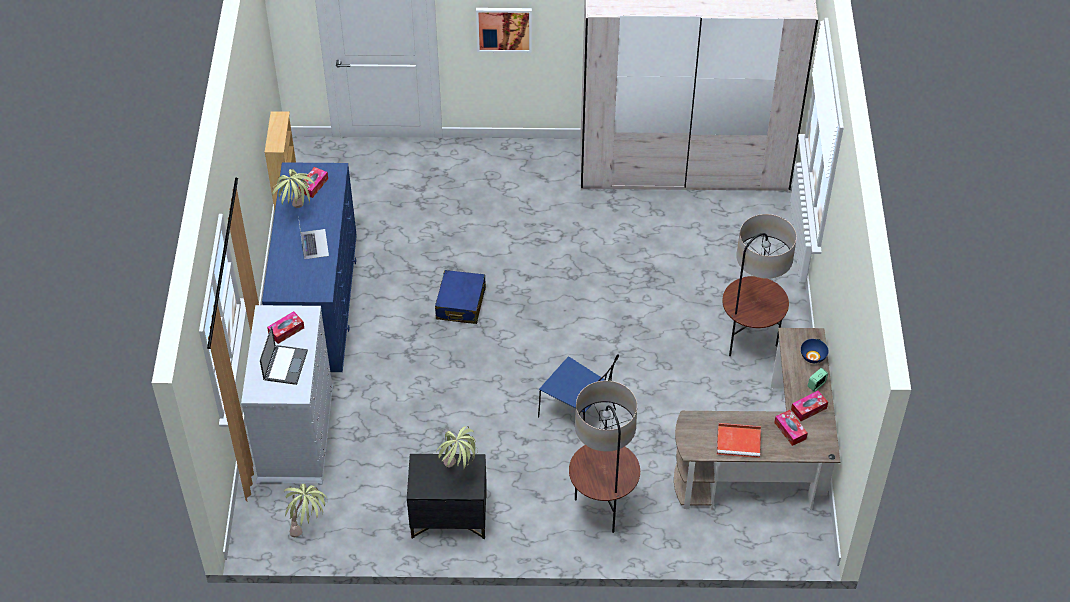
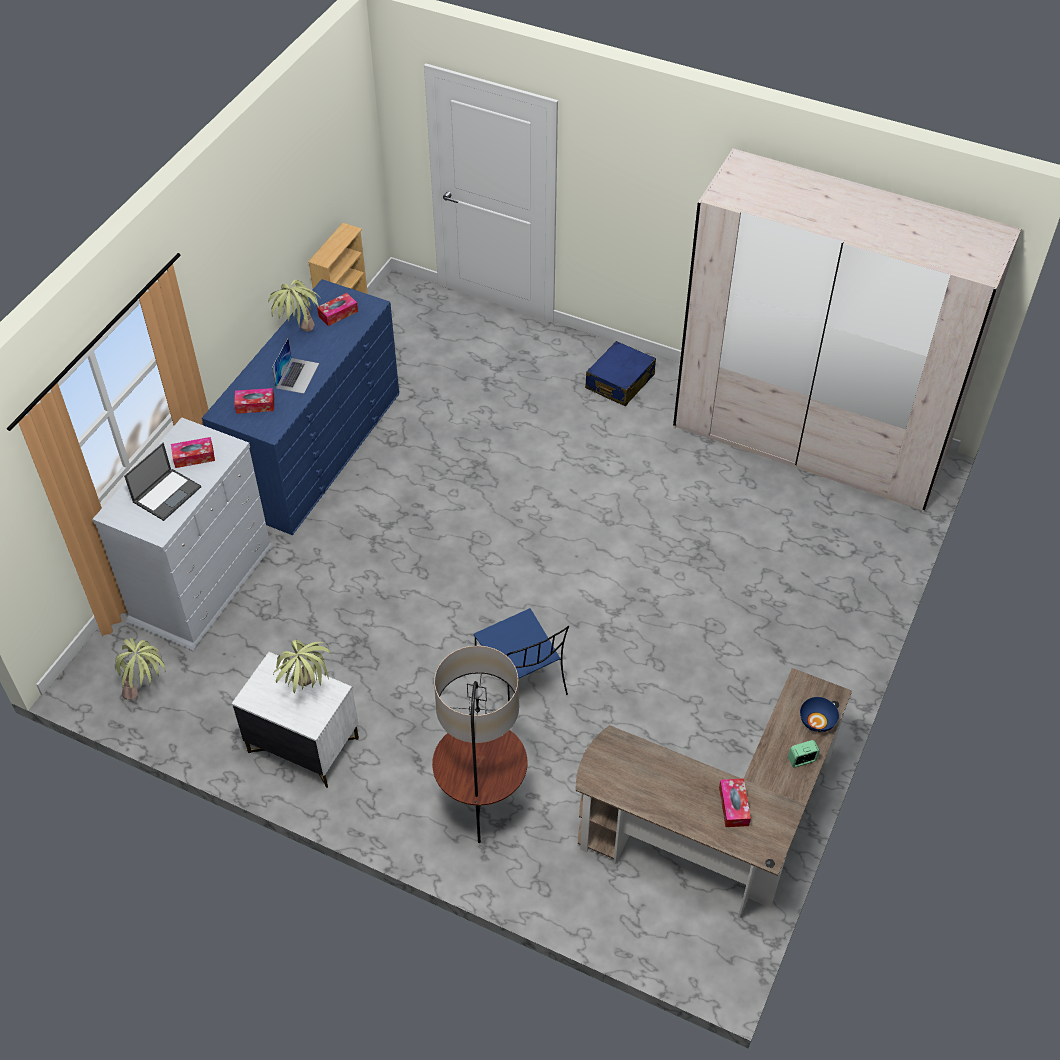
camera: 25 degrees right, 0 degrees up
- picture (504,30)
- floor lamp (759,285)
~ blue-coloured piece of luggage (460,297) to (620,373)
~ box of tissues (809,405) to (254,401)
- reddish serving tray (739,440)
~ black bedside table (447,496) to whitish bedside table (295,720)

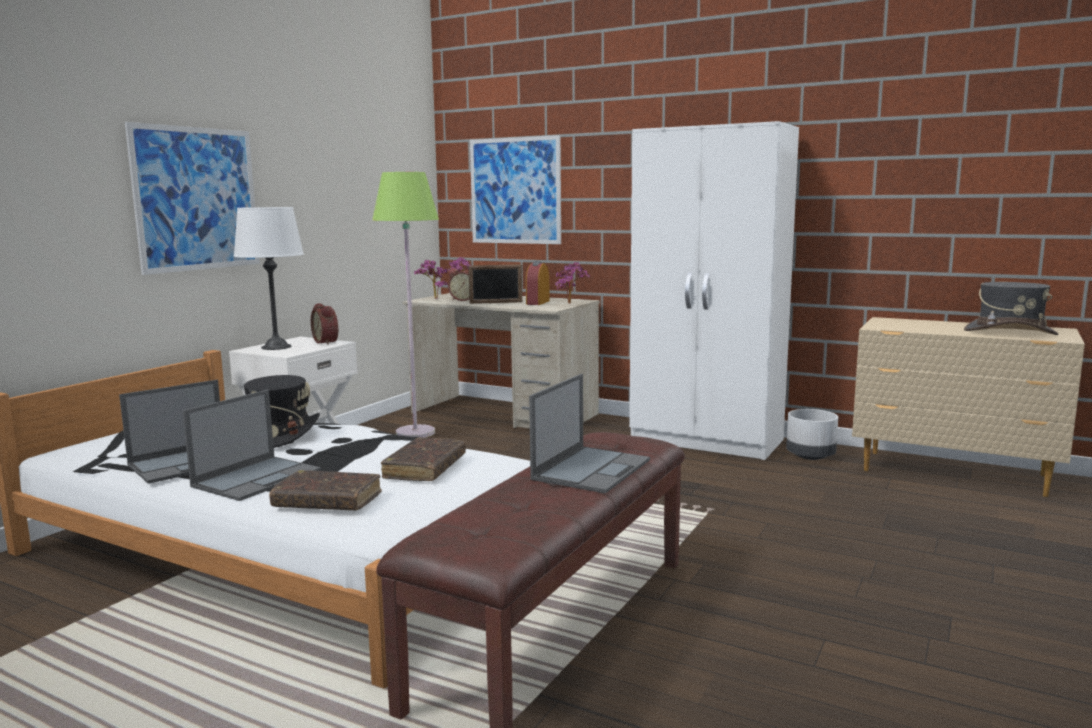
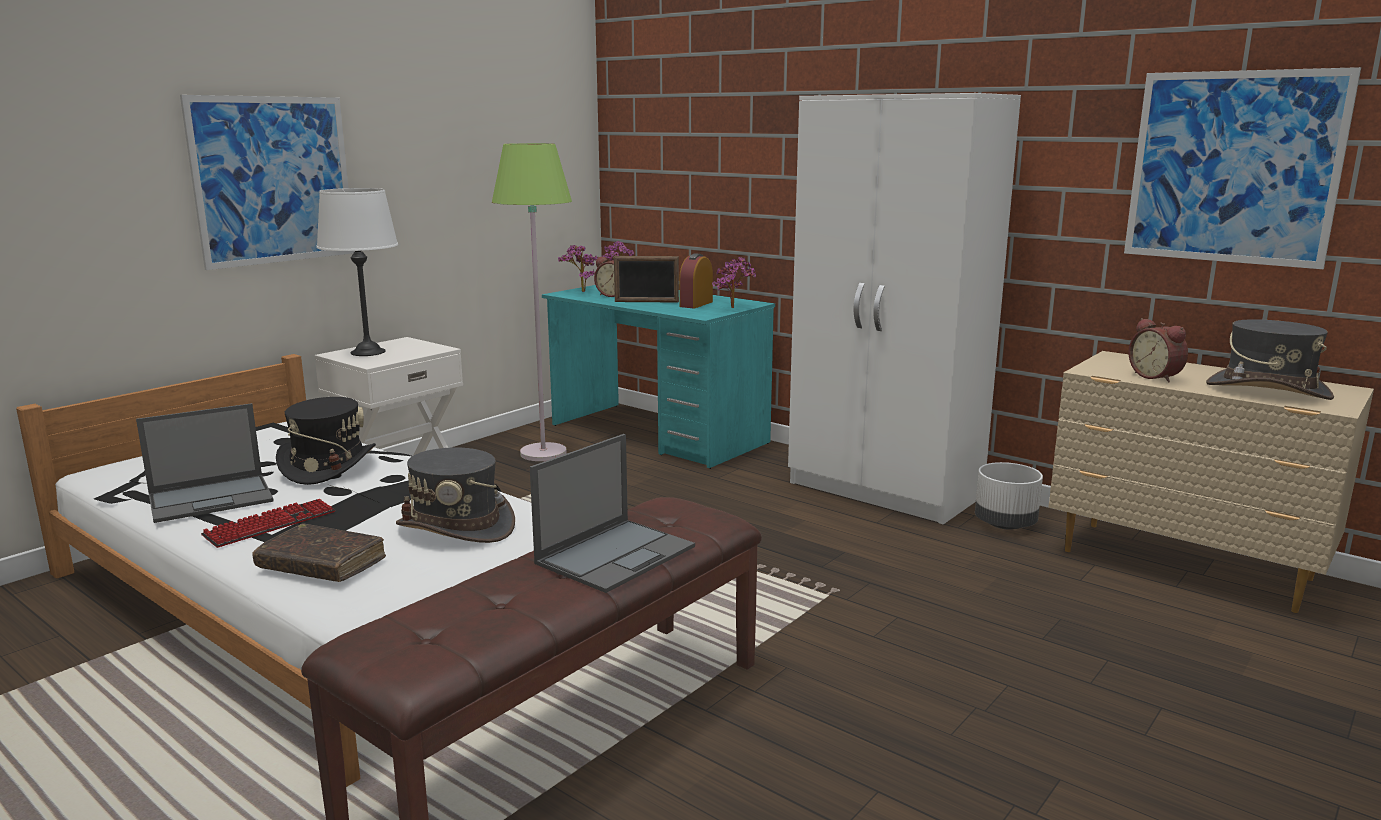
camera: 10 degrees right, 5 degrees up
~ picture (515,189) to (1242,168)
~ sand-coloured desk table (501,361) to blue-green desk table (658,377)
~ bedside clock (324,324) to (1158,350)
~ laptop (252,445) to PC keyboard (268,523)
~ brownish bound book (423,459) to grey clothing hat (455,495)

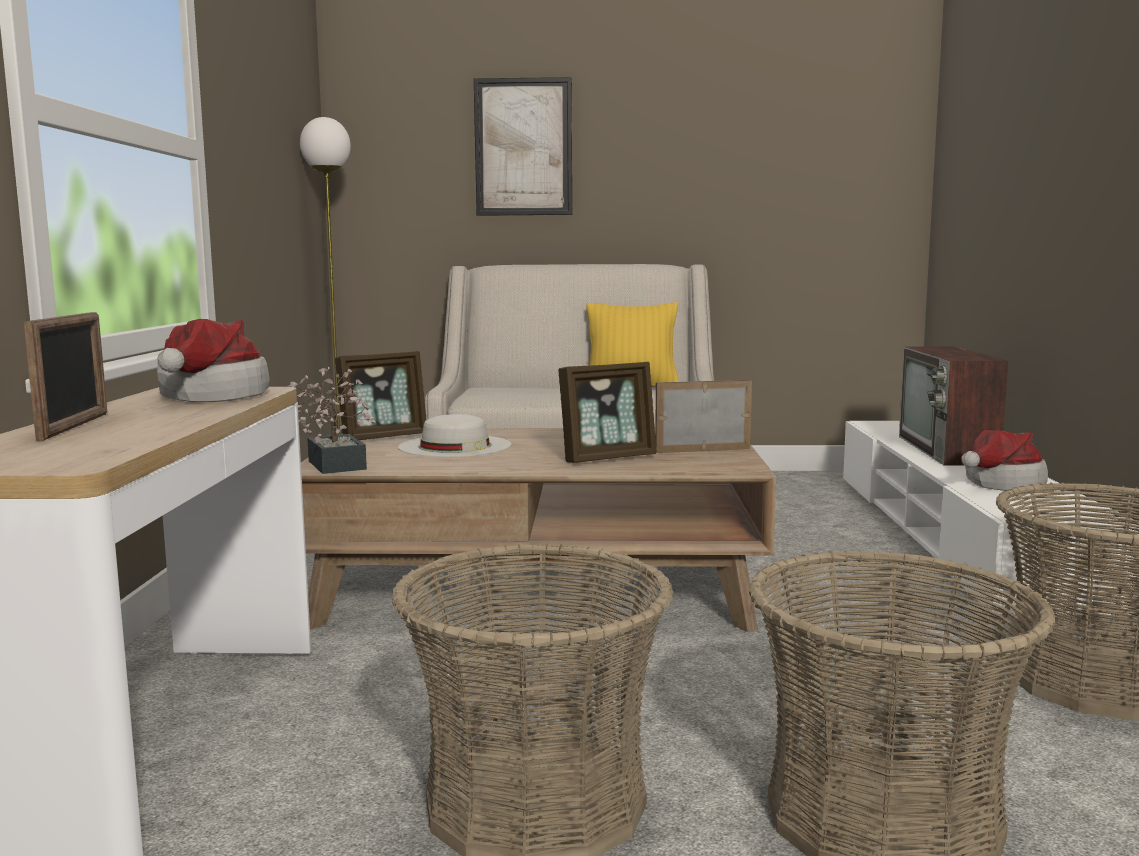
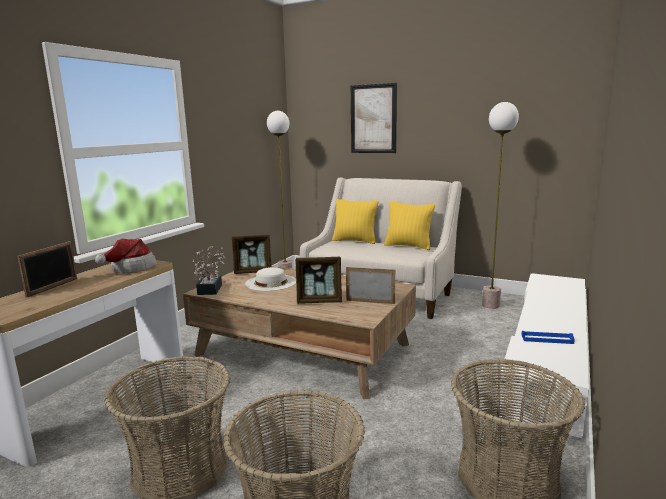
camera: 25 degrees right, 5 degrees up
- TV (953,406)
~ clothing hat (1004,460) to blue-coloured serving tray (548,337)
+ floor lamp (500,205)
+ yellow cushion (355,221)

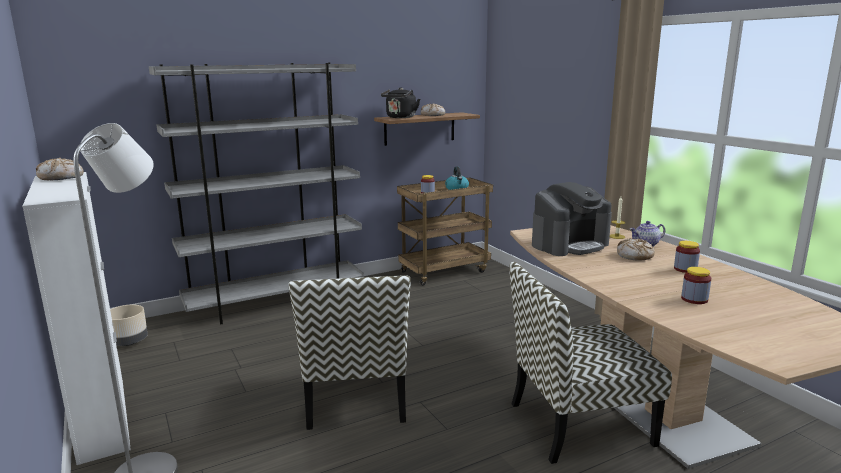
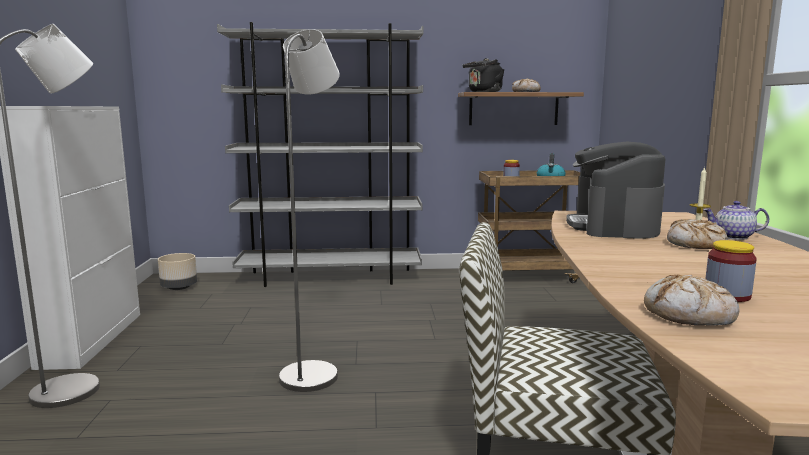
camera: 25 degrees right, 5 degrees down
~ bread (60,169) to (691,299)
~ coffee maker (572,219) = (615,190) 105 degrees clockwise
- preserve jar (687,257)
~ plain chair (350,353) to grey floor lamp (309,210)

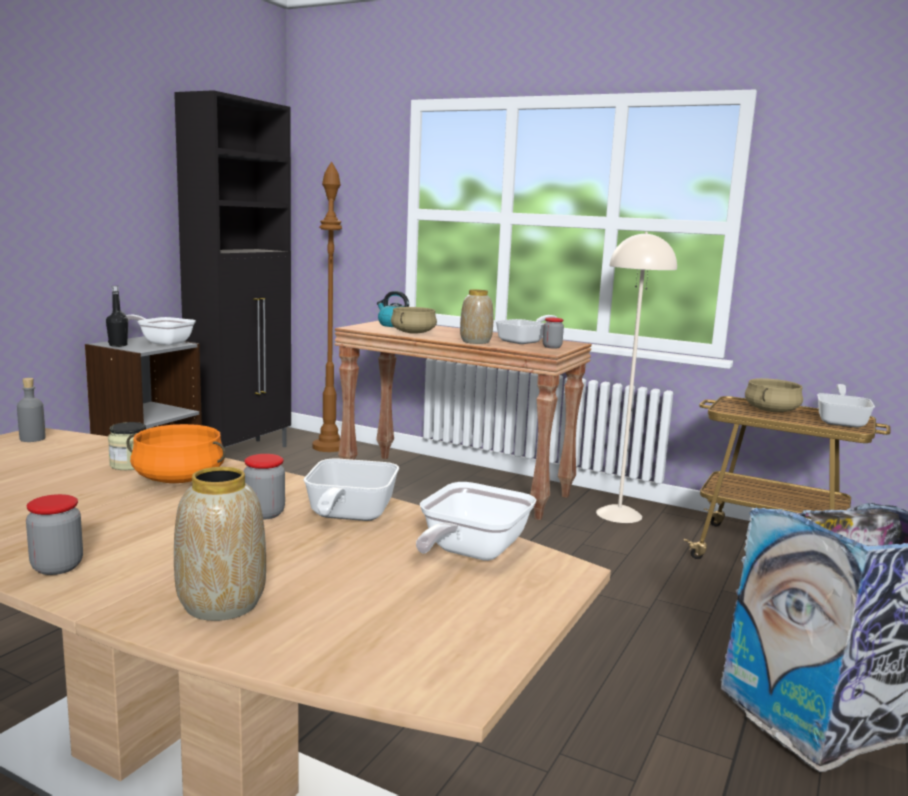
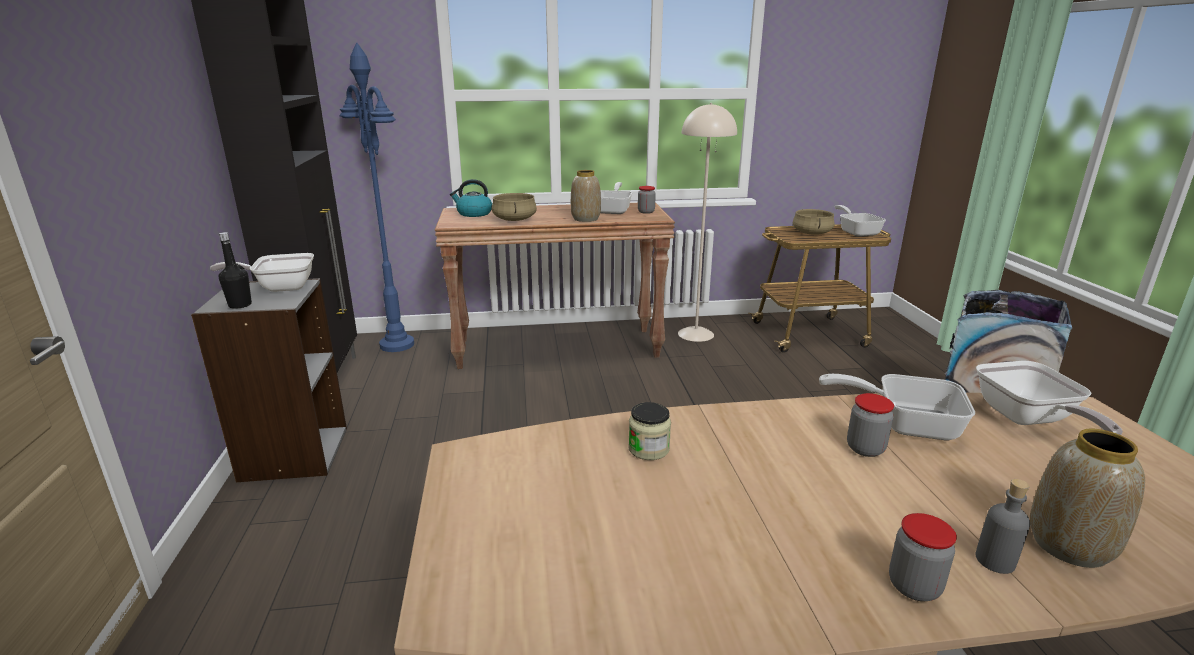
camera: 35 degrees left, 10 degrees up
~ brownish floor lamp (327,307) to blue-coloured floor lamp (376,197)
~ grey bottle (31,410) to (1002,526)
- orangey cooking pot (176,453)
~ pan (351,489) = (897,407) 135 degrees clockwise

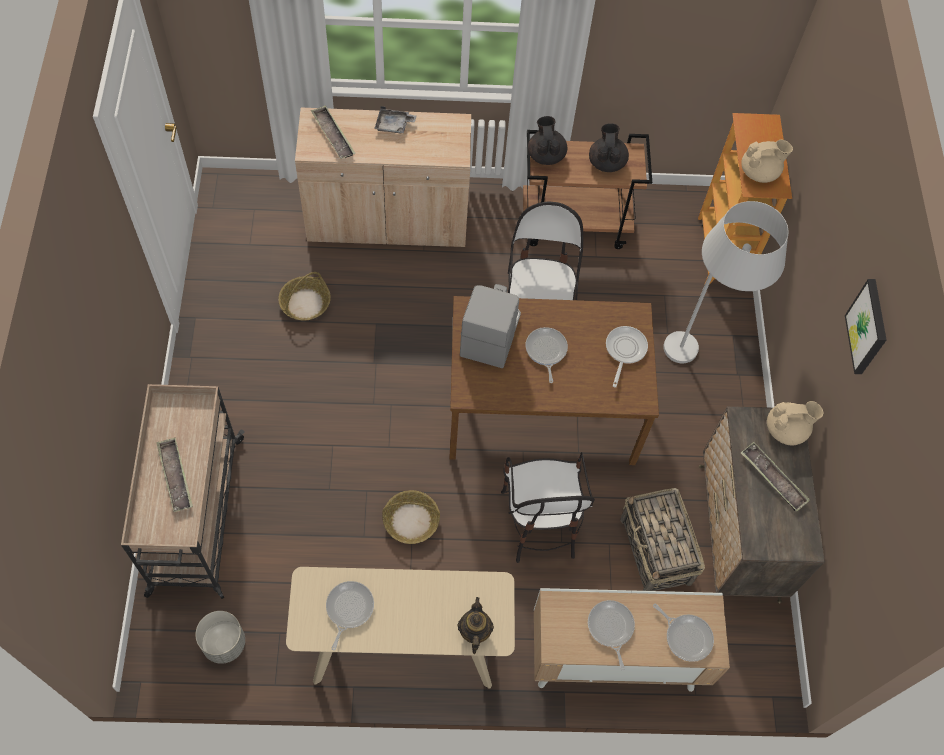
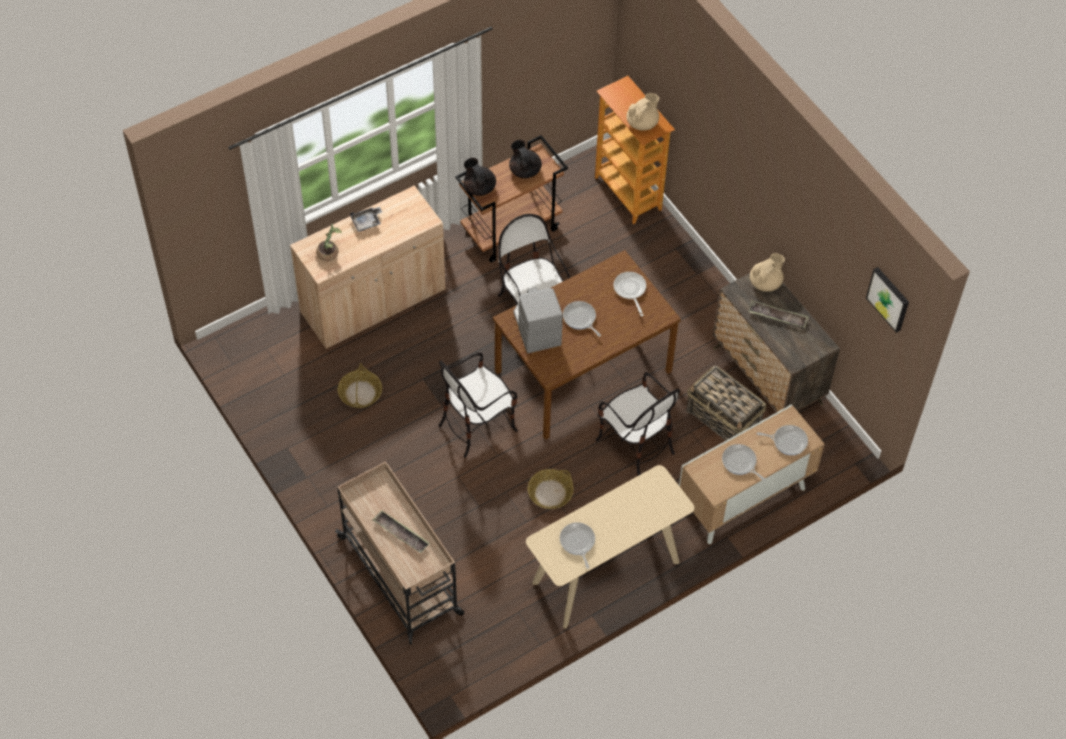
camera: 30 degrees left, 5 degrees down
~ serving tray (333,132) to houseplant (329,242)
- whitish floor lamp (726,282)
~ picture (866,326) to (887,300)
- tea pot (475,625)
- grey plant pot (220,637)
+ plain chair (478,405)

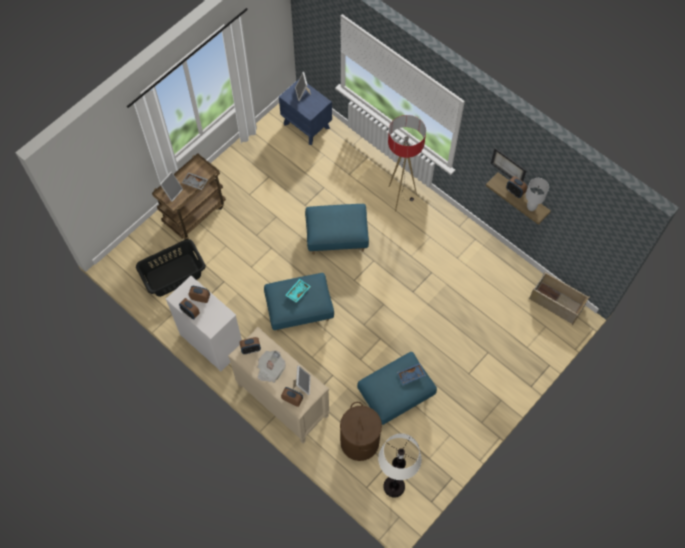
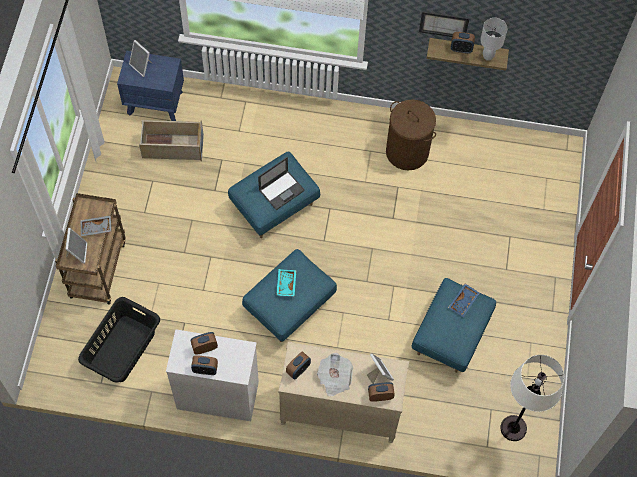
camera: 35 degrees left, 0 degrees up
- floor lamp (407,163)
~ sand-coloured storage container (559,298) to (171,140)
~ brownish washing basket (361,431) to (411,134)
+ laptop (281,183)

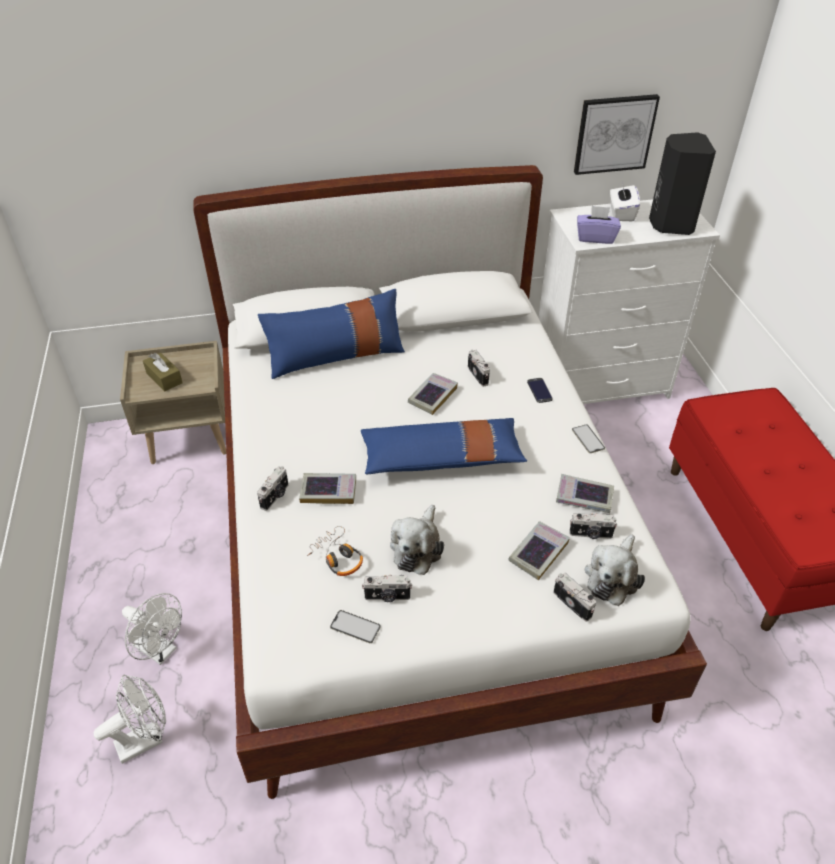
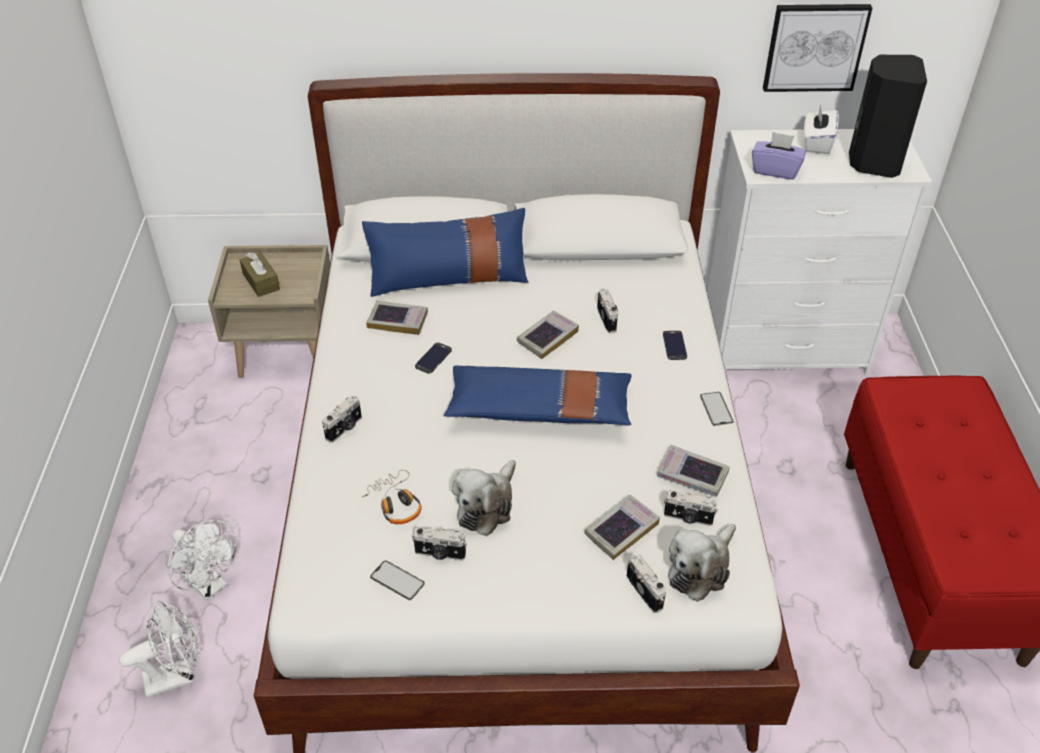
camera: 10 degrees right, 0 degrees up
~ bound book (327,488) to (397,318)
+ handset (433,358)

